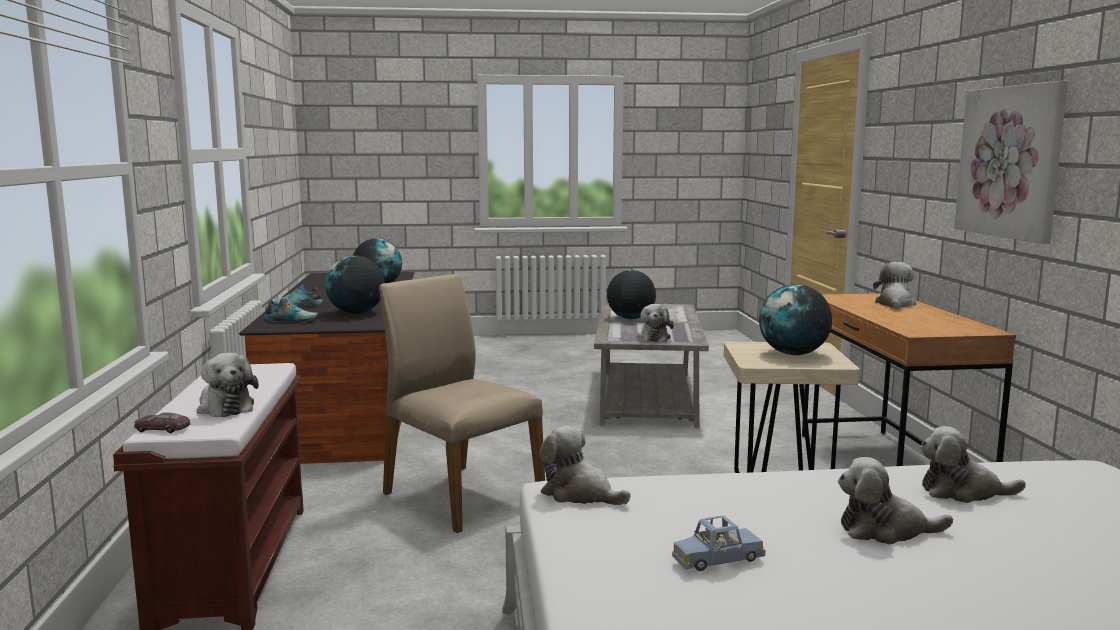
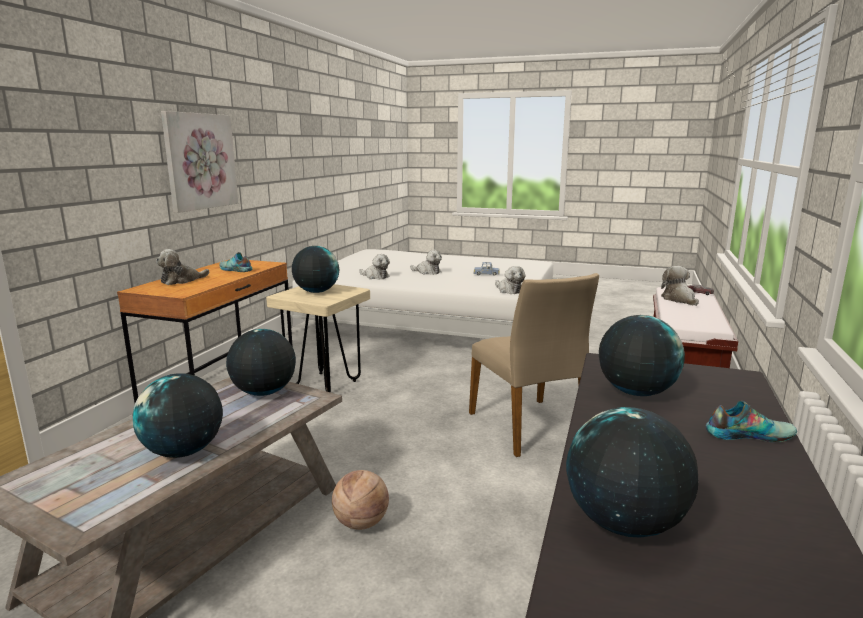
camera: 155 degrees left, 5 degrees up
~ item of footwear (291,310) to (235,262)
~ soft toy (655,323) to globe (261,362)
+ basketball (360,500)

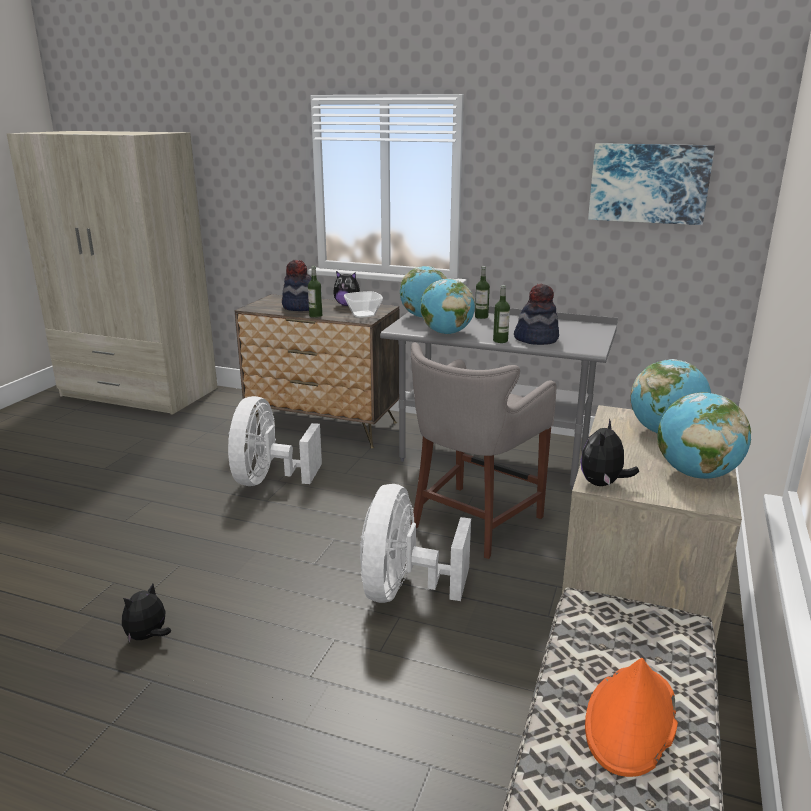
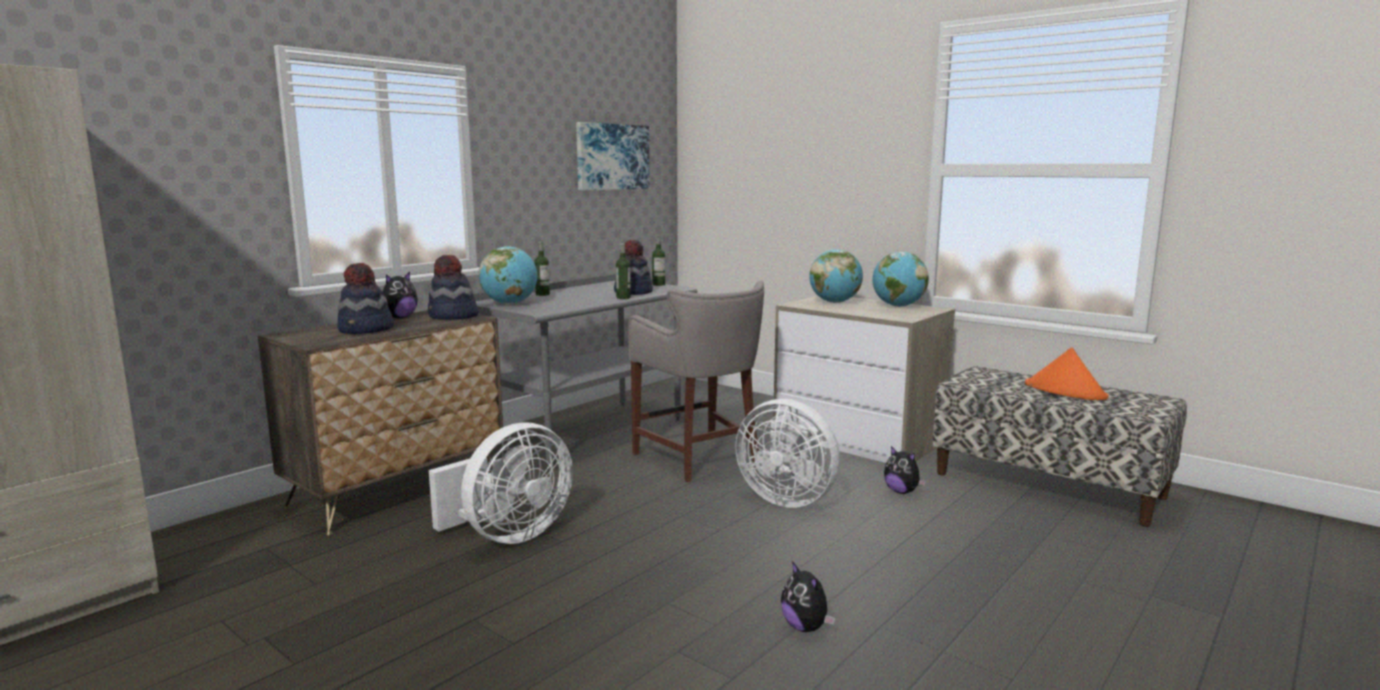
camera: 70 degrees left, 10 degrees down
~ bottle (315,292) to (658,260)
- globe (447,306)
~ bowl (363,304) to clothing hat (453,287)
~ whitish cooling fan (275,441) = (501,483) 75 degrees counterclockwise
~ soft toy (609,452) to (905,470)

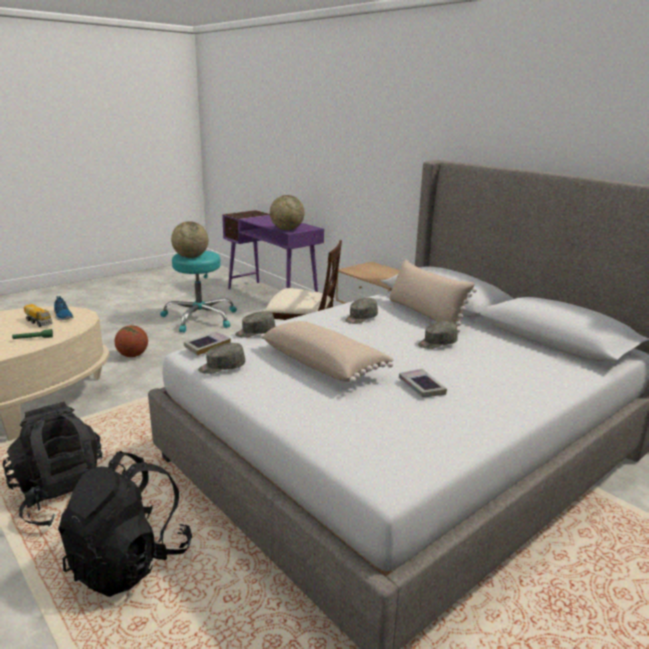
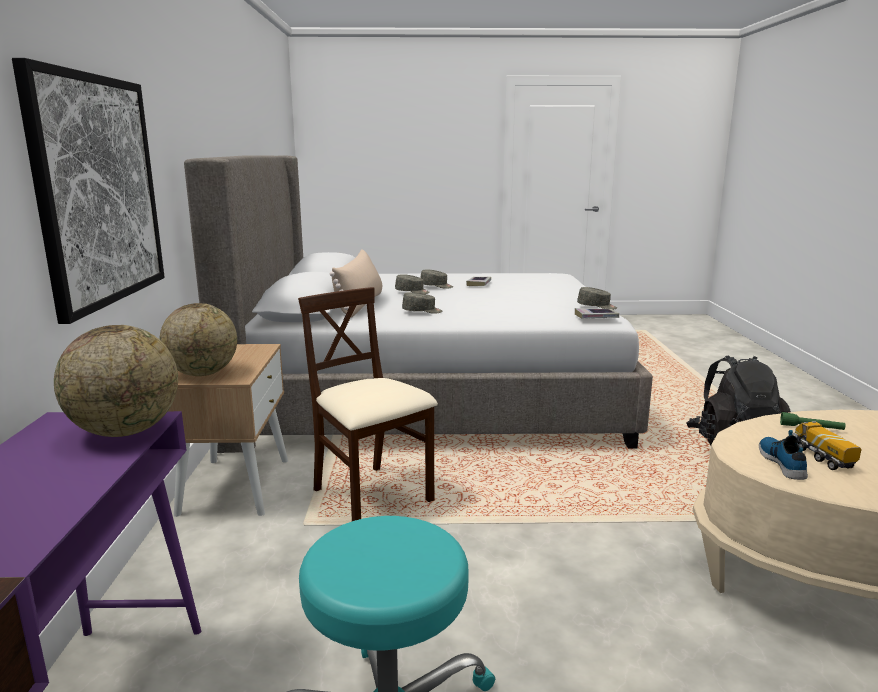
camera: 140 degrees left, 5 degrees down
~ globe (189,239) to (198,339)
~ grey peaked cap (255,324) to (436,279)
- sand-coloured cushion (327,352)
- basketball (131,341)
- black rucksack (125,524)
+ picture (88,191)

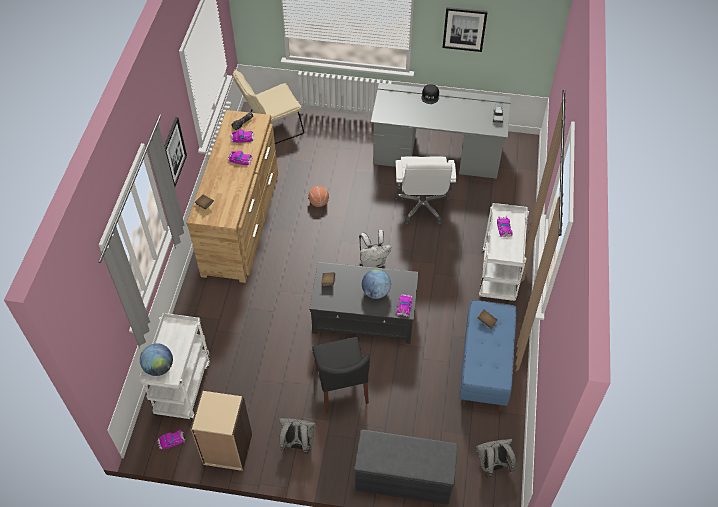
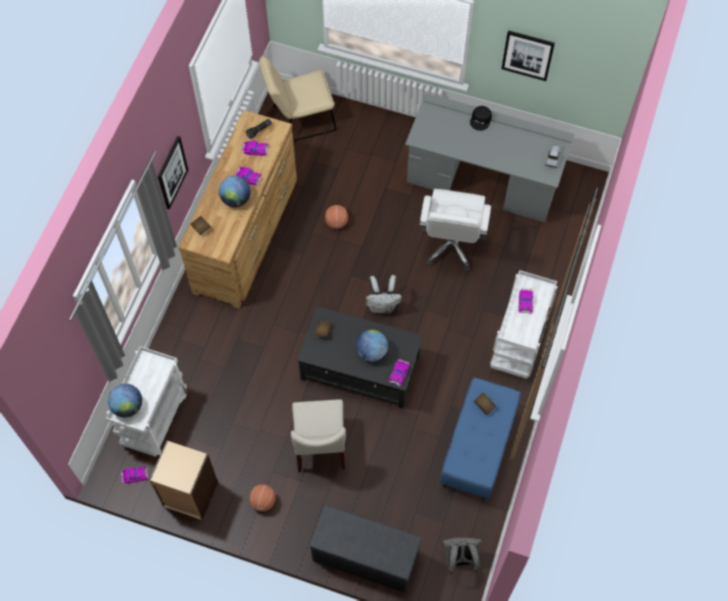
camera: 10 degrees right, 10 degrees up
~ black plain chair (341,375) to sand-coloured plain chair (318,435)
~ grey rucksack (297,436) to basketball (262,497)
+ globe (235,191)

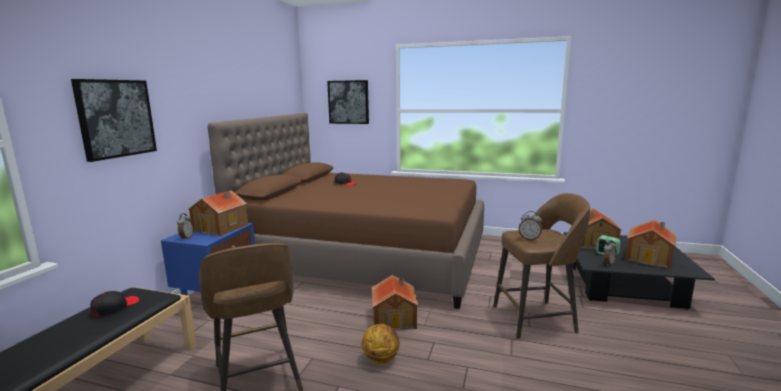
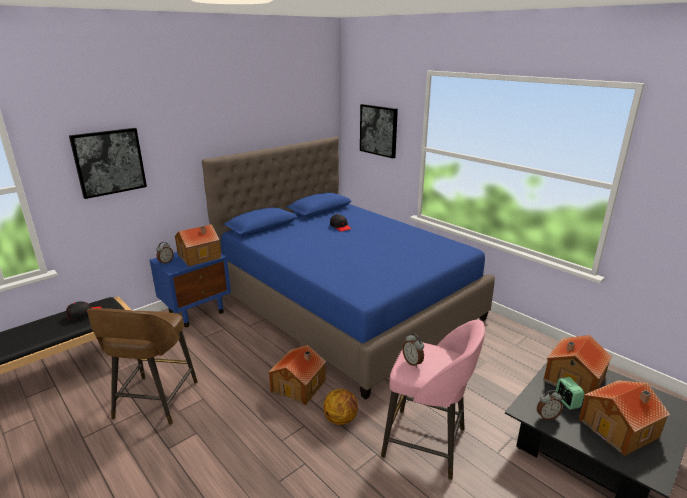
camera: 30 degrees right, 10 degrees up
~ brownish sleeping bed (346,211) to blue-coloured sleeping bed (348,268)
~ brownish stool seat (541,266) to pink-coloured stool seat (433,400)
~ basketball (380,344) to (340,407)

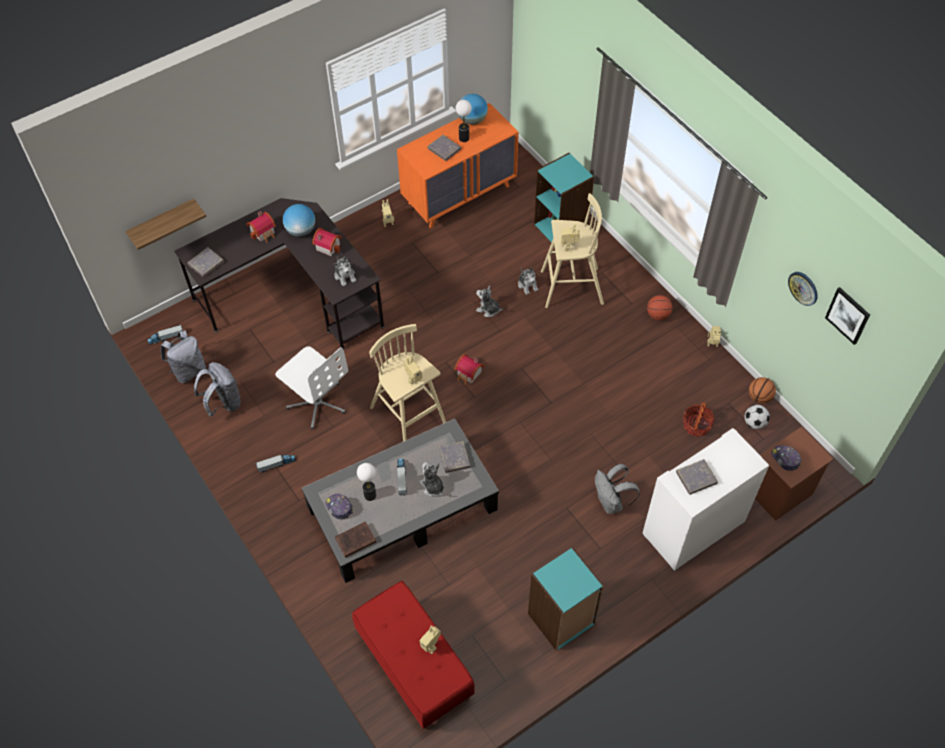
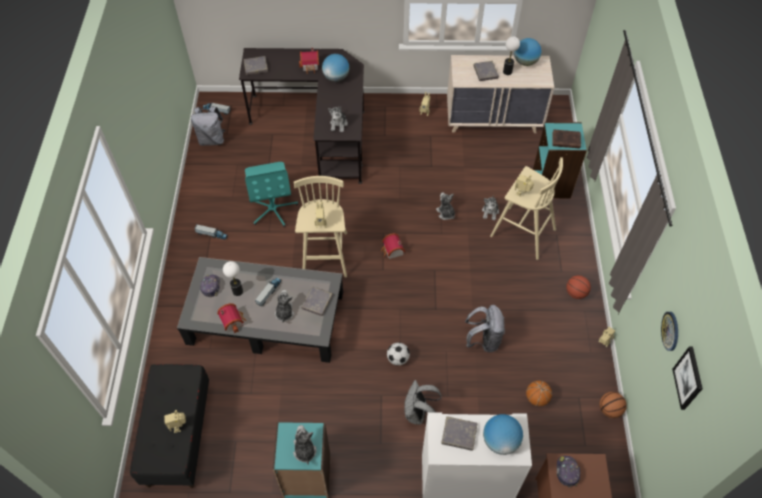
camera: 35 degrees right, 0 degrees up
~ orangey chest of drawers (458,165) to sand-coloured chest of drawers (500,94)
- wall shelf (166,224)
~ model house (327,242) to (232,318)
~ whitish computer chair (311,387) to blue-green computer chair (271,194)
~ grey rucksack (217,389) to (485,328)
~ basket (699,419) to basketball (539,393)
~ football ball (757,417) to (398,354)
~ brownish bound book (355,539) to (566,139)
~ reddish long seat (413,655) to black long seat (169,426)
+ globe (503,434)
+ soft toy (305,445)

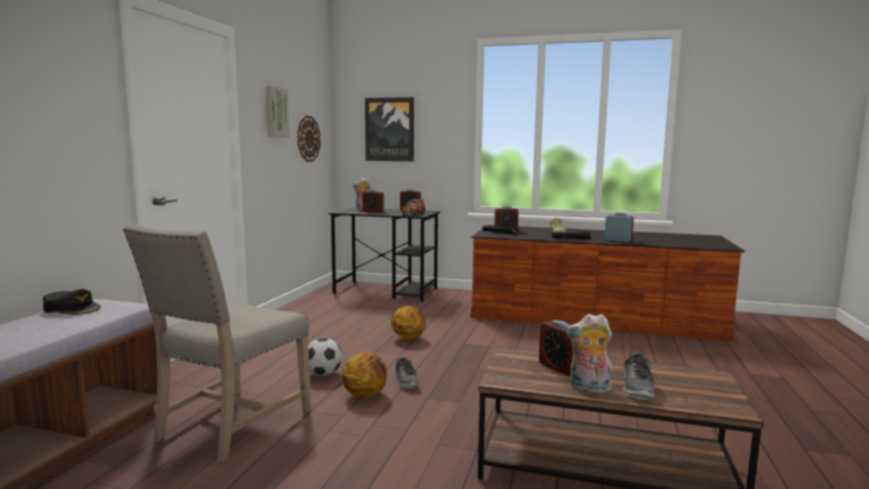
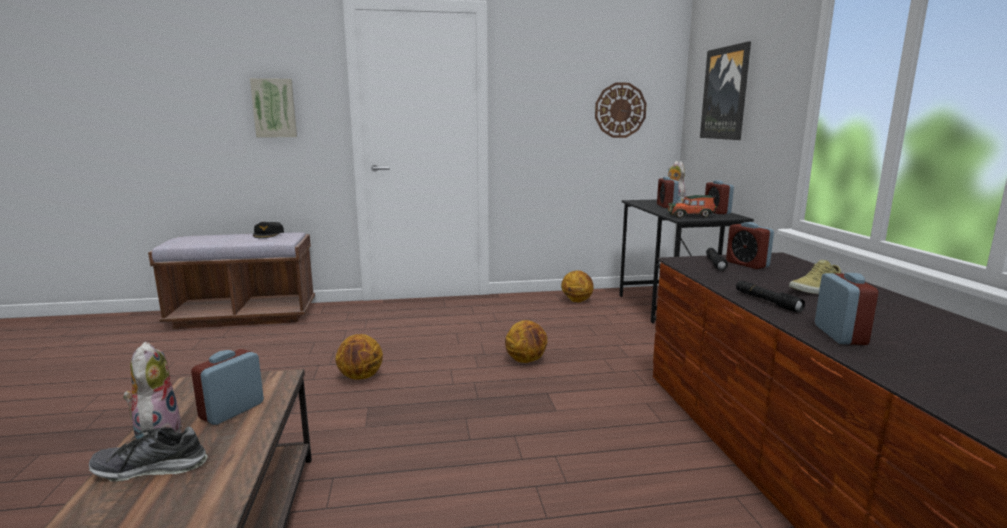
camera: 65 degrees right, 5 degrees up
~ picture (277,112) to (273,107)
- sand-coloured plain chair (217,343)
- football ball (325,357)
- item of footwear (406,373)
+ basketball (577,286)

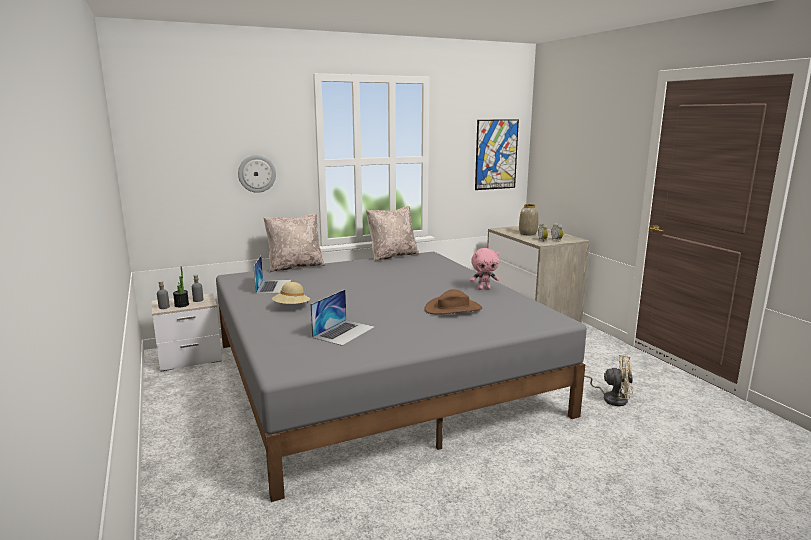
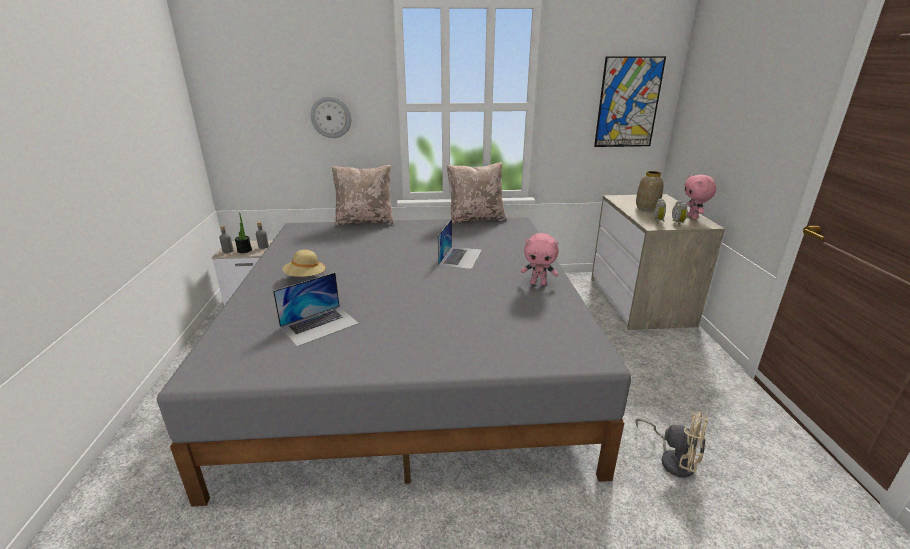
camera: 20 degrees right, 10 degrees up
~ laptop (272,275) to (460,244)
- brownish clothing hat (453,302)
+ pink-coloured soft toy (700,197)

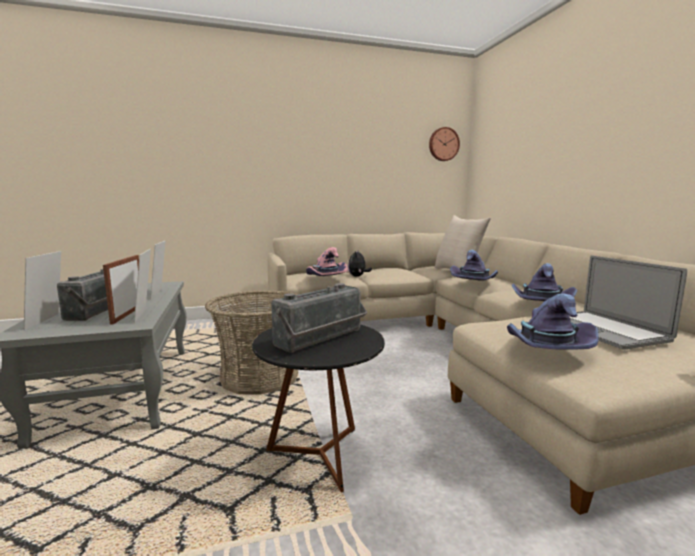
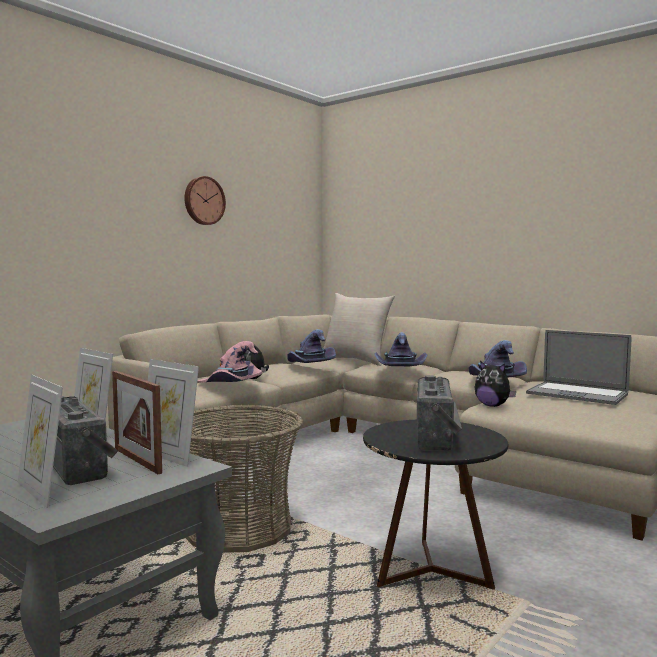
camera: 35 degrees left, 5 degrees down
~ wall clock (444,144) to (205,200)
~ purplish clothing hat (553,322) to (311,346)
+ soft toy (495,384)

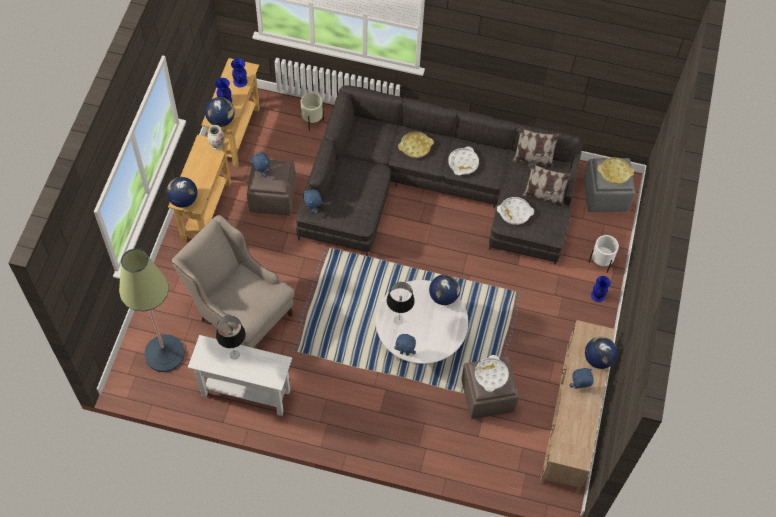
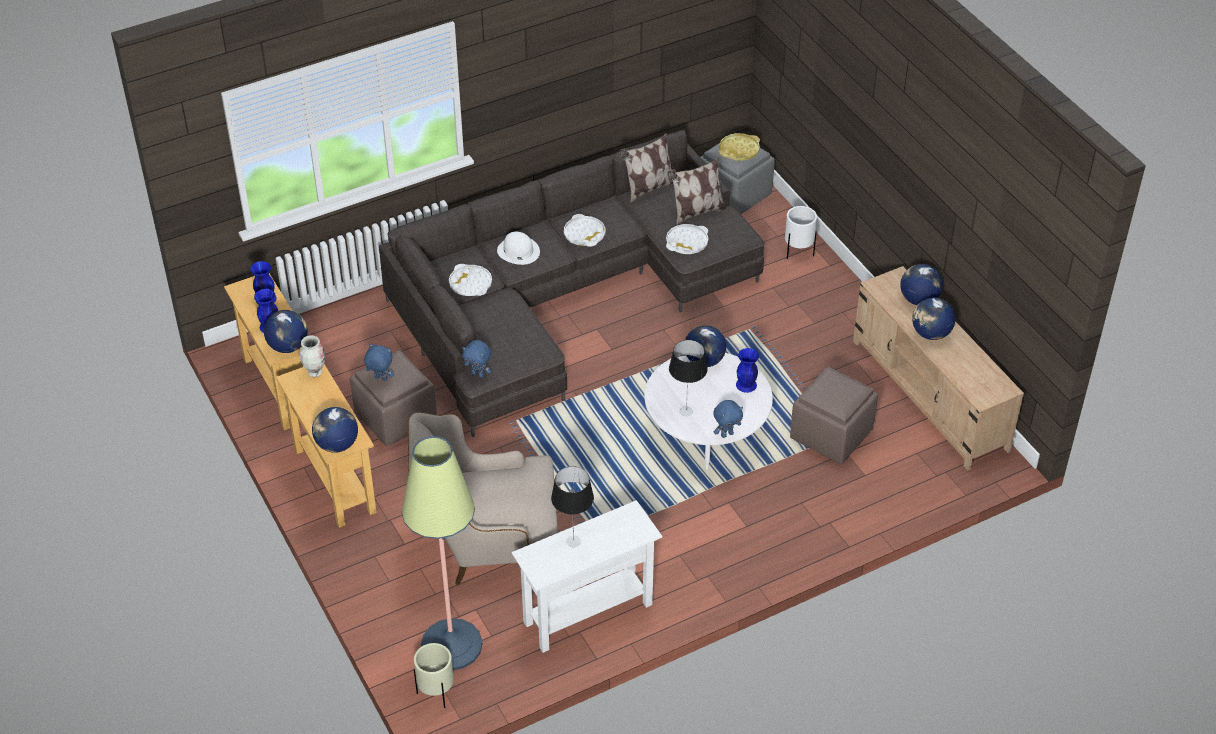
camera: 40 degrees left, 15 degrees down
~ sand-coloured plant pot (312,112) to (434,675)
~ yellow serving tray (416,145) to whitish clothing hat (518,248)
~ blue-coloured flower vase (601,289) to (747,370)
~ whitish serving tray (492,373) to (470,280)
~ blue-coloured soft toy (581,378) to globe (933,318)

